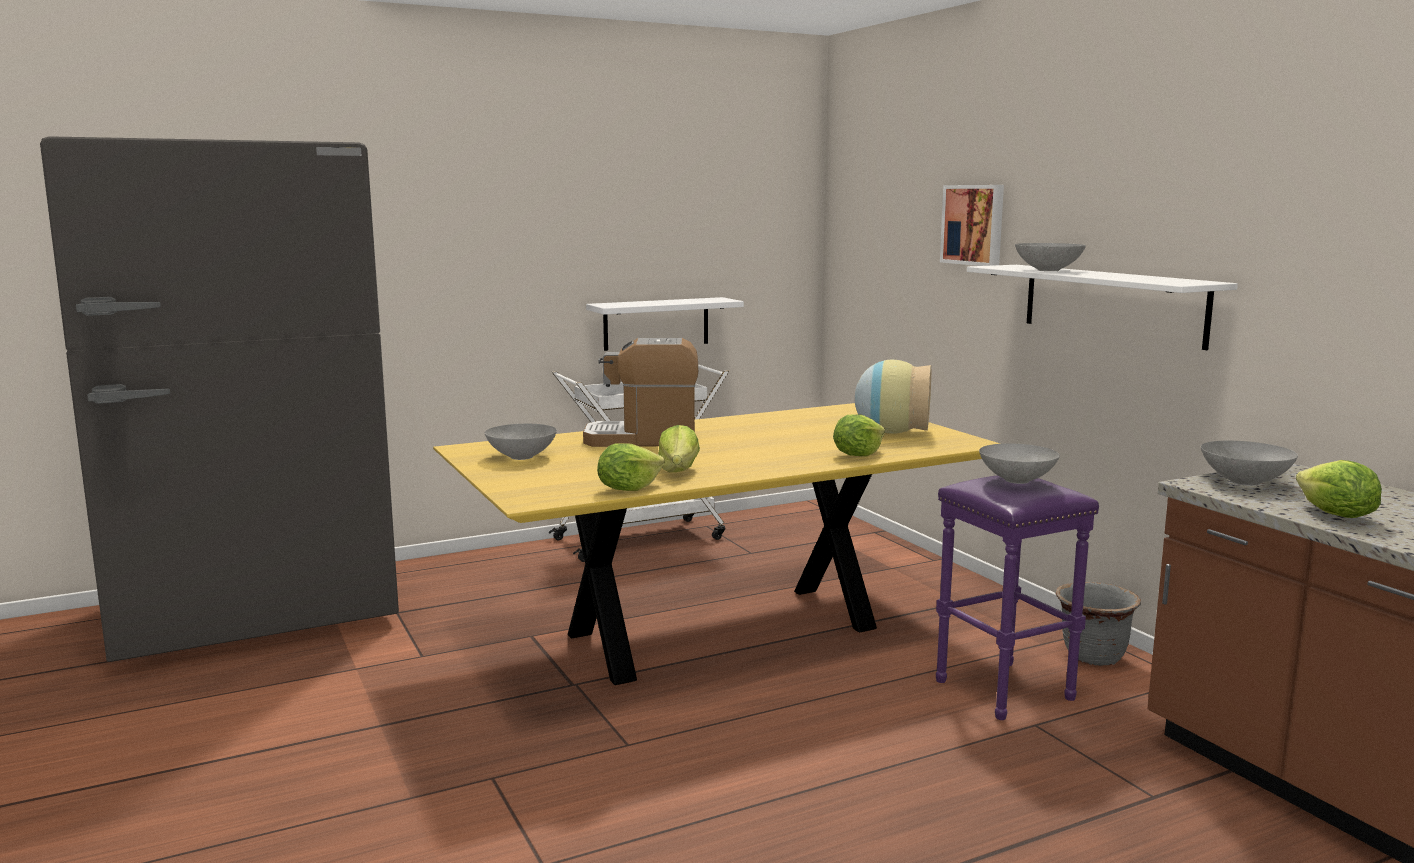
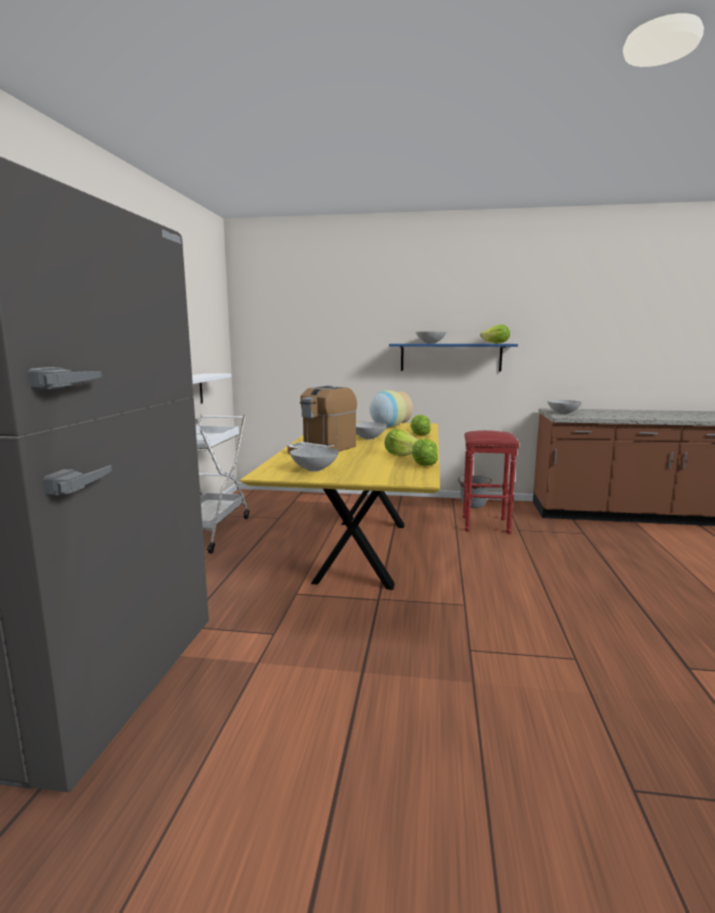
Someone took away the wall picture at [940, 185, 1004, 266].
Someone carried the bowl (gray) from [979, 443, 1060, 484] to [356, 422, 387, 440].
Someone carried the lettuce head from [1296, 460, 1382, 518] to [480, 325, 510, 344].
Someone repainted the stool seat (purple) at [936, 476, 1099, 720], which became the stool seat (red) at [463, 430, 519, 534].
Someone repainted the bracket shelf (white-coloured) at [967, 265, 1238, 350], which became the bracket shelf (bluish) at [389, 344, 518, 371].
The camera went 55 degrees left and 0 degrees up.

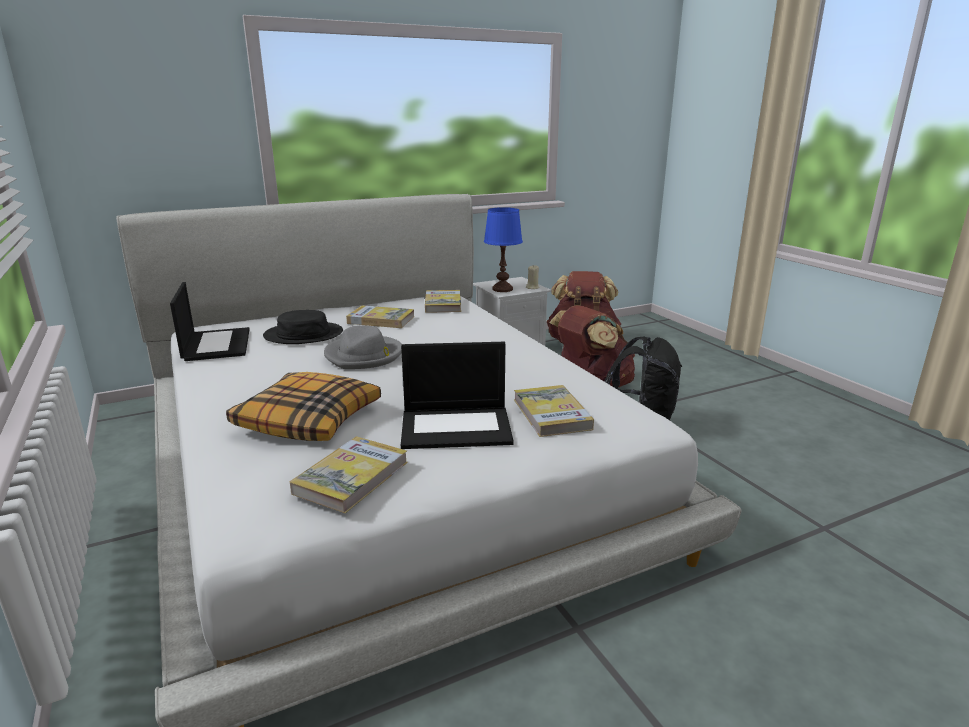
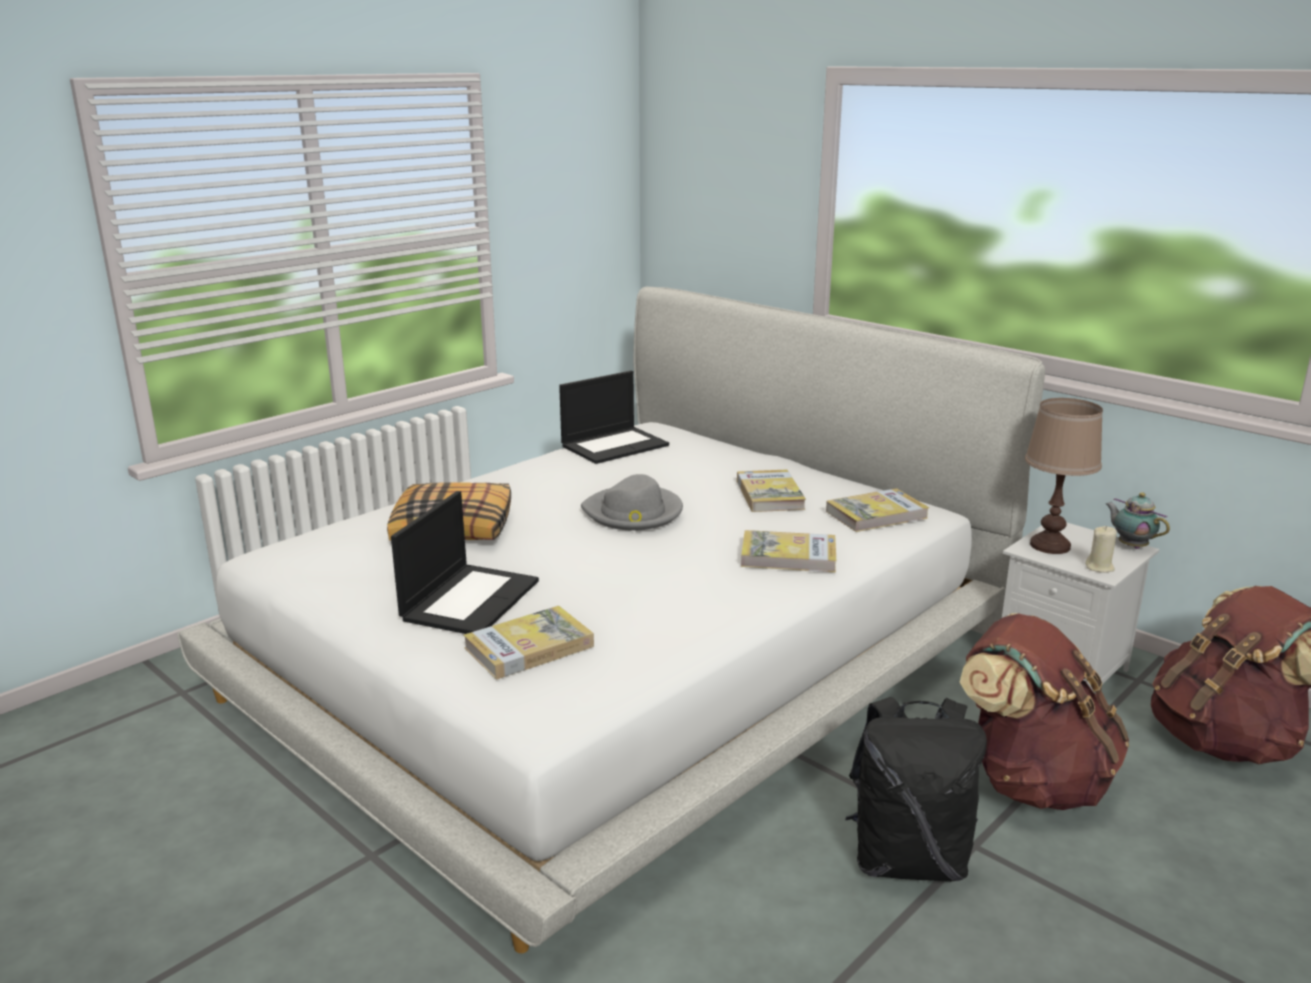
Someone took away the clothing hat (black) at [263, 310, 343, 344].
Someone put down the pot for tea at [1106, 492, 1170, 549].
Someone carried the bound book from [290, 437, 408, 513] to [741, 530, 836, 572].
Someone repainted the lamp for a table (bluish) at [484, 207, 523, 292], which became the lamp for a table (brownish) at [1025, 398, 1103, 554].
Someone rotated the notebook computer at [401, 342, 514, 449] by 135 degrees counterclockwise.
The camera went 70 degrees right and 0 degrees up.

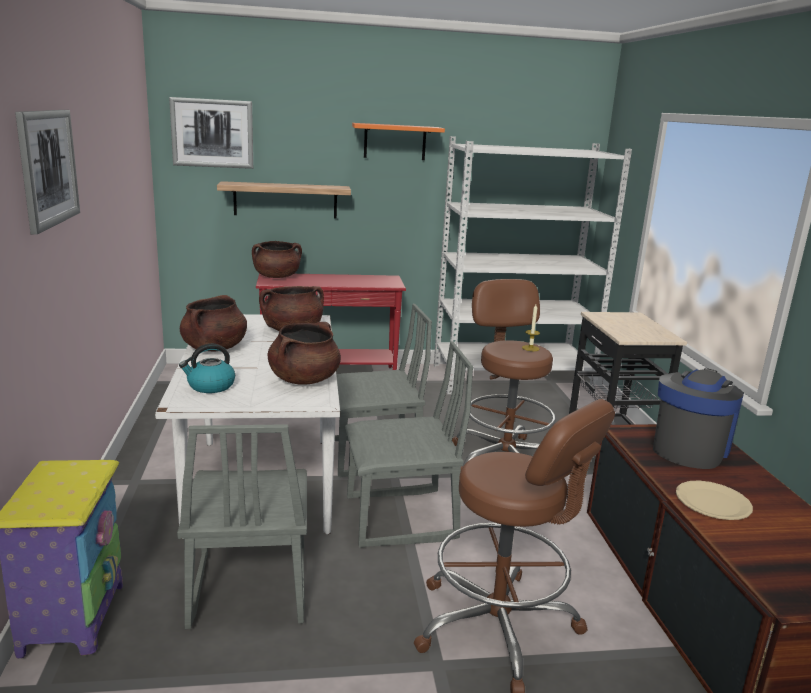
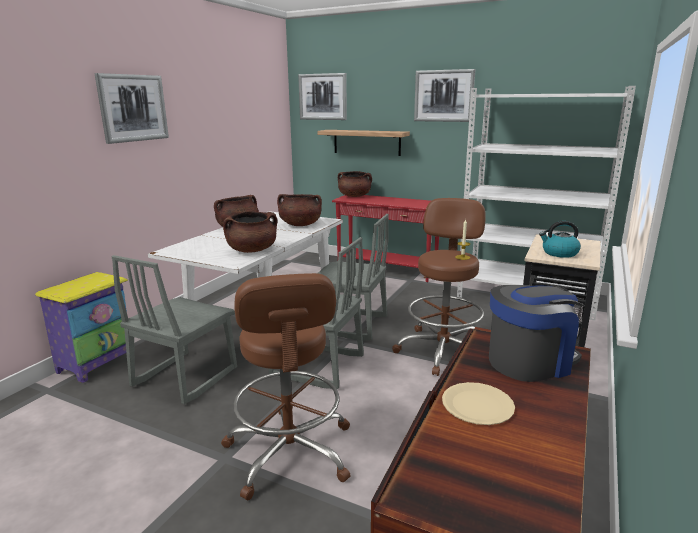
Someone carried the kettle from [179, 344, 235, 393] to [539, 221, 581, 258].
Someone swapped the bracket shelf (orange-coloured) at [352, 123, 445, 160] for the wall picture at [414, 69, 475, 122].
The camera went 35 degrees right and 0 degrees up.

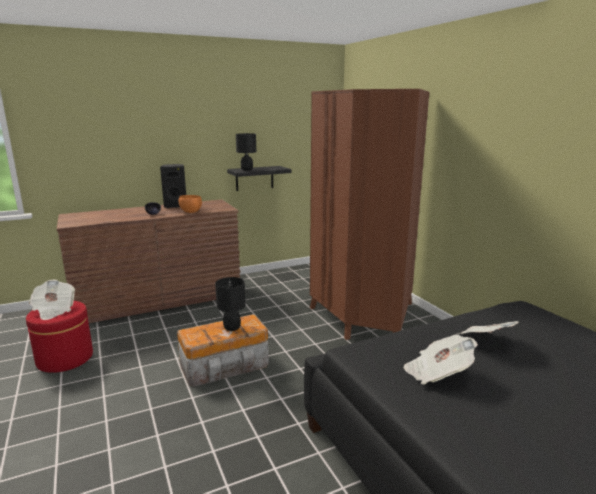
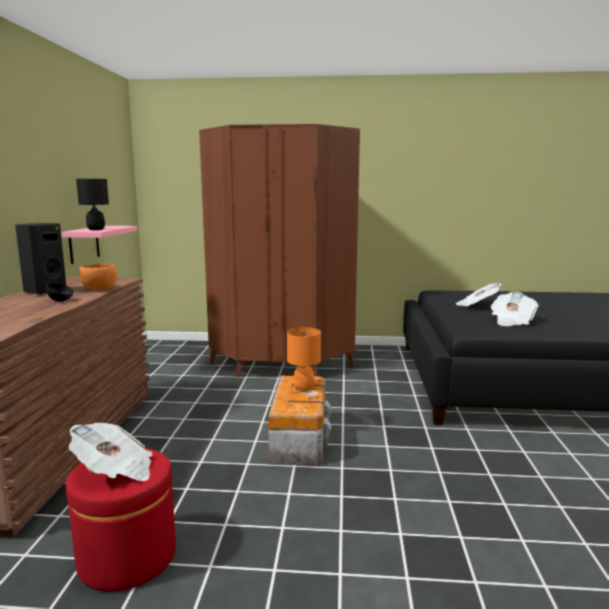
Someone repainted the lamp for a table (black) at [215, 277, 245, 331], which became the lamp for a table (orange-coloured) at [287, 327, 321, 391].
Someone repainted the bracket shelf (black) at [227, 166, 291, 191], which became the bracket shelf (pinkish) at [61, 226, 137, 264].
The camera went 60 degrees left and 5 degrees down.

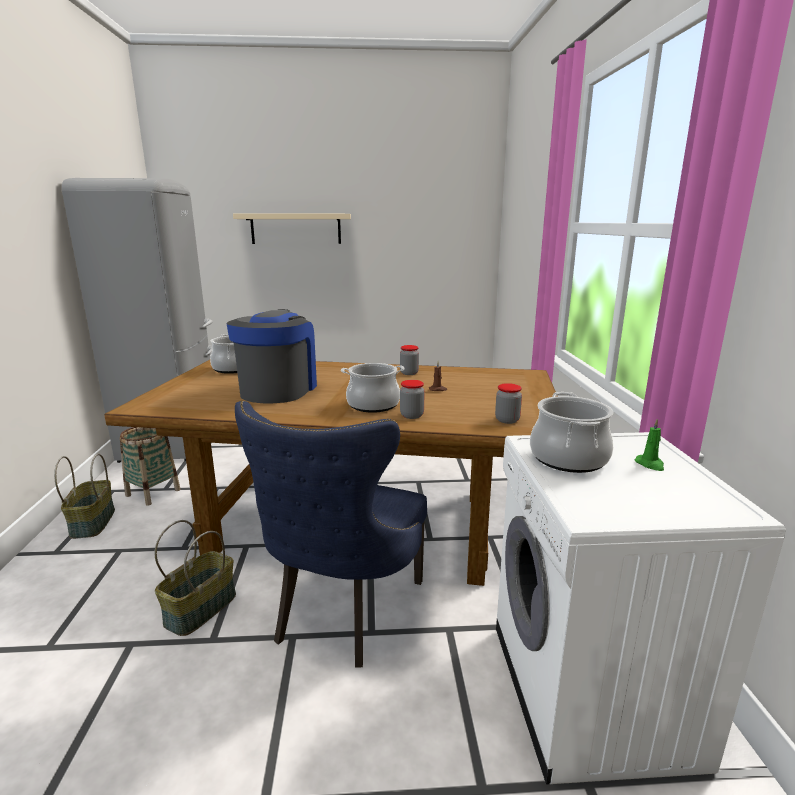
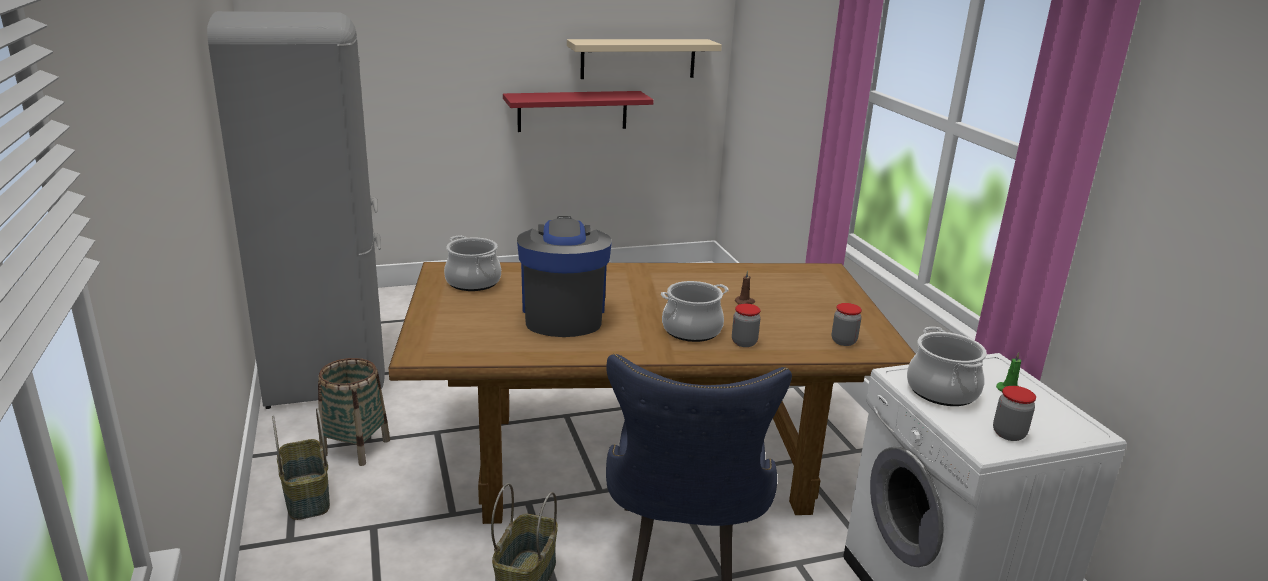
Someone put up the bracket shelf (red) at [503, 91, 654, 132].
Someone carried the bracket shelf (beige-coloured) from [233, 214, 351, 244] to [567, 39, 722, 79].
Someone carried the storage jar from [400, 345, 419, 375] to [993, 386, 1036, 441].
The camera went 15 degrees left and 5 degrees up.

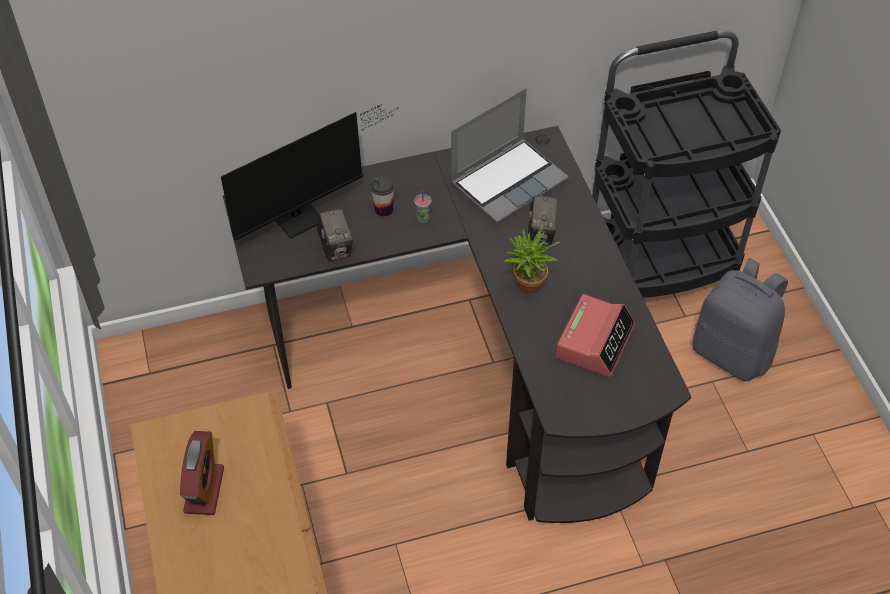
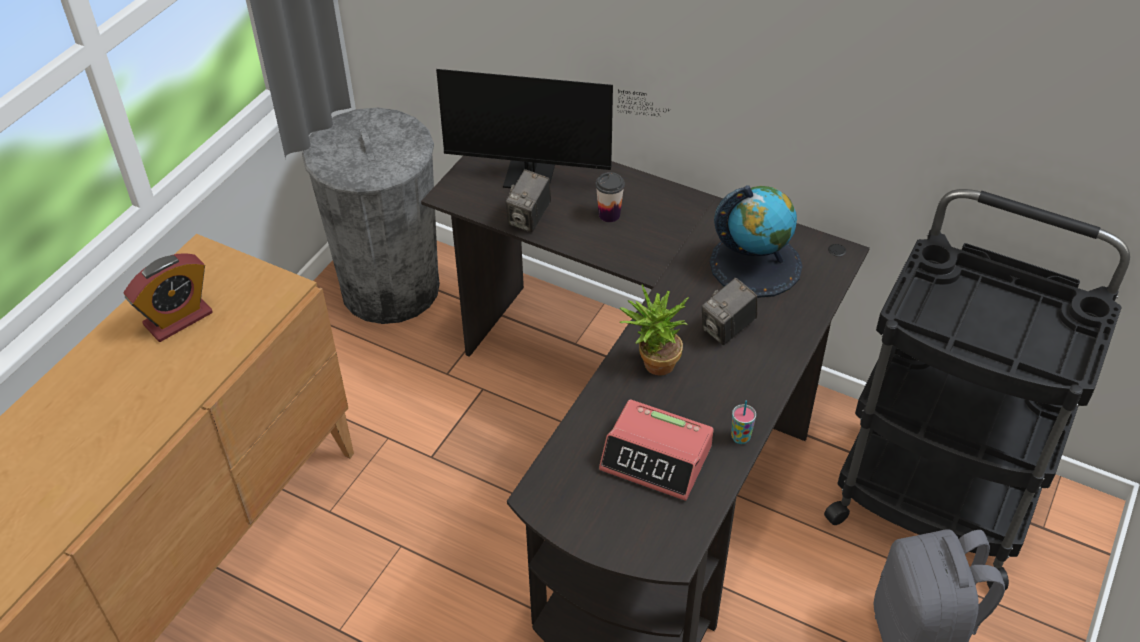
Someone put down the rubbish bin (gray) at [302, 108, 440, 324].
Someone carried the cup from [414, 190, 431, 223] to [731, 401, 756, 444].
Someone swapped the notebook computer at [450, 87, 569, 224] for the world globe at [710, 185, 803, 298].
Someone rotated the table clock at [556, 294, 635, 377] by 45 degrees clockwise.
The camera went 45 degrees right and 5 degrees down.

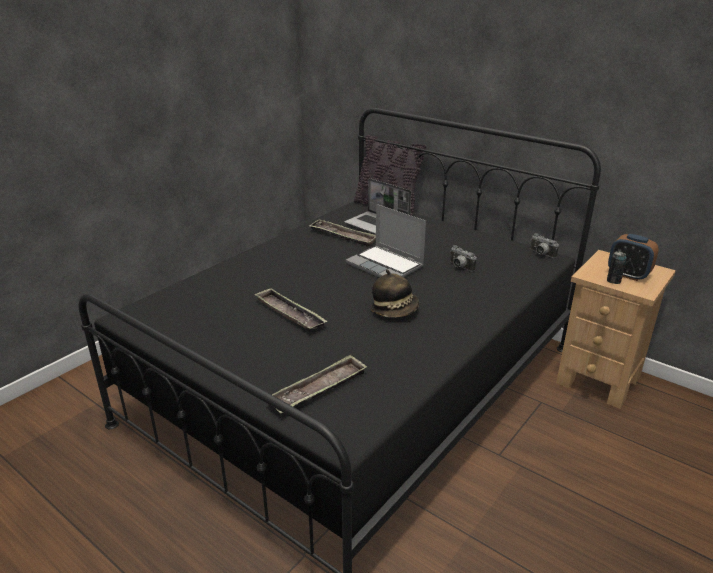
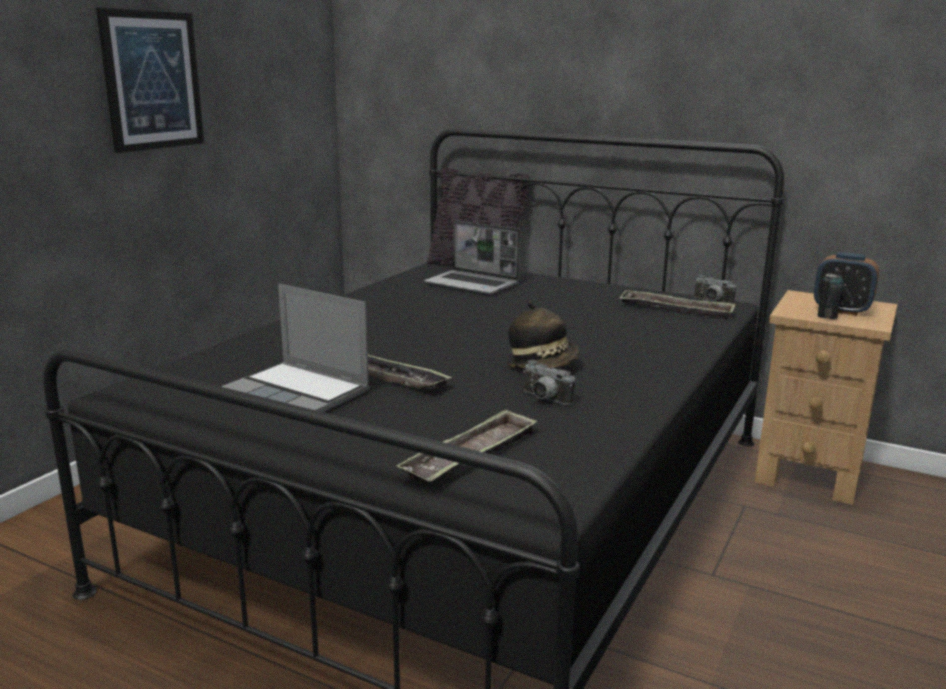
Someone put up the wall picture at [96, 8, 204, 153].
Someone carried the serving tray from [309, 219, 376, 247] to [619, 290, 736, 320].
Someone carried the notebook computer from [345, 204, 426, 278] to [221, 284, 370, 412].
Someone carried the still camera from [450, 245, 477, 272] to [523, 360, 575, 405].
The camera went 10 degrees left and 10 degrees down.

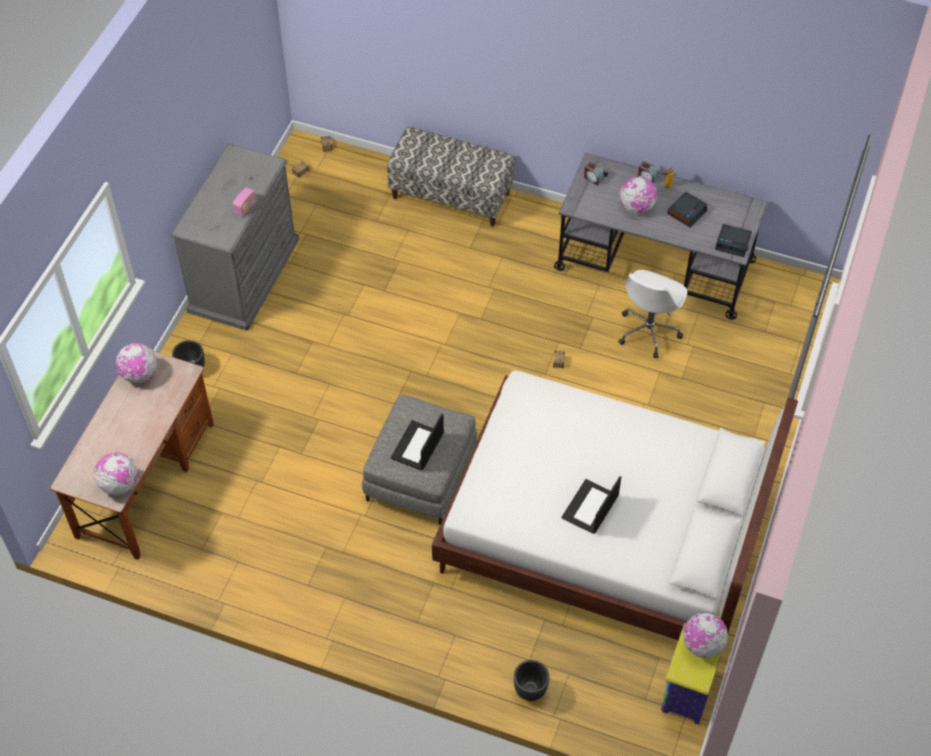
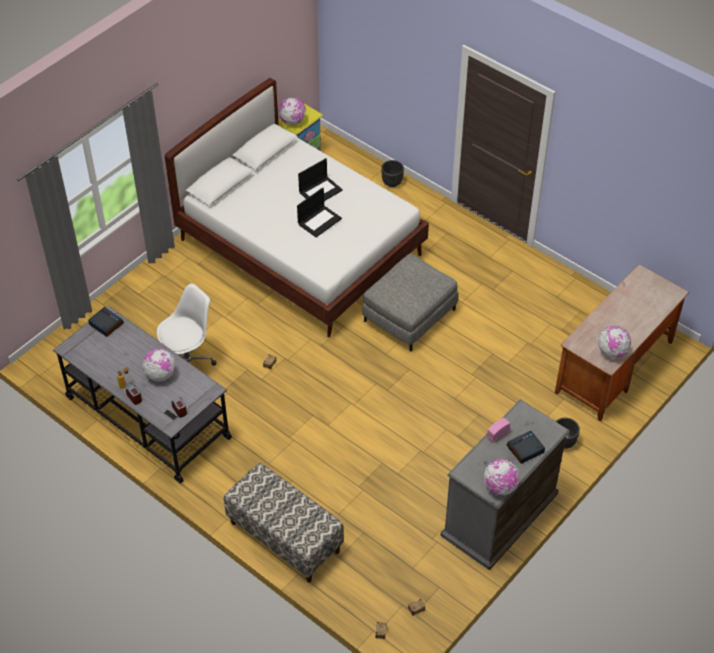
Someone carried the world globe from [94, 453, 138, 495] to [483, 459, 520, 495].
Someone carried the notebook computer from [391, 413, 444, 470] to [297, 187, 342, 237].
Someone carried the table clock from [667, 192, 707, 227] to [506, 431, 545, 464].
The camera went 160 degrees left and 5 degrees down.

